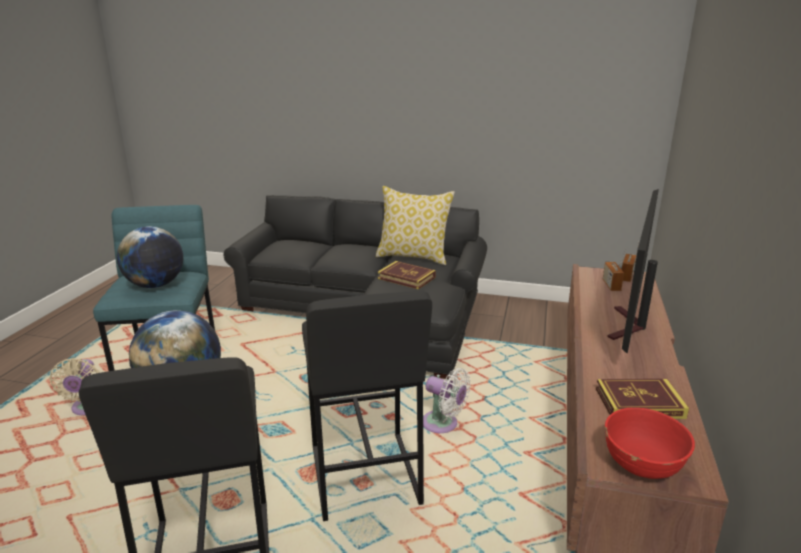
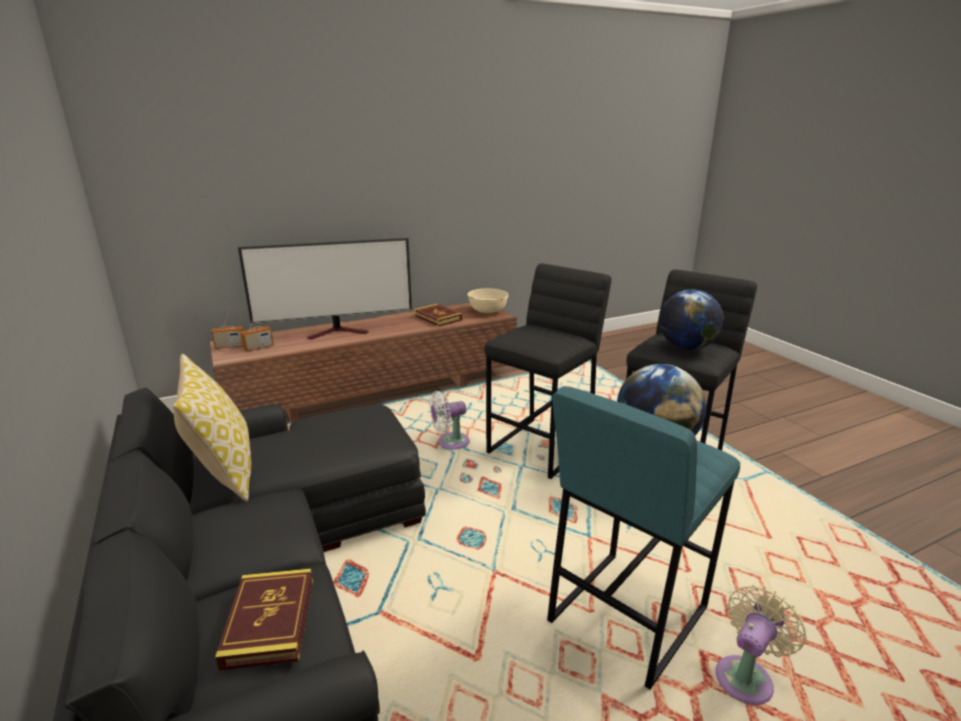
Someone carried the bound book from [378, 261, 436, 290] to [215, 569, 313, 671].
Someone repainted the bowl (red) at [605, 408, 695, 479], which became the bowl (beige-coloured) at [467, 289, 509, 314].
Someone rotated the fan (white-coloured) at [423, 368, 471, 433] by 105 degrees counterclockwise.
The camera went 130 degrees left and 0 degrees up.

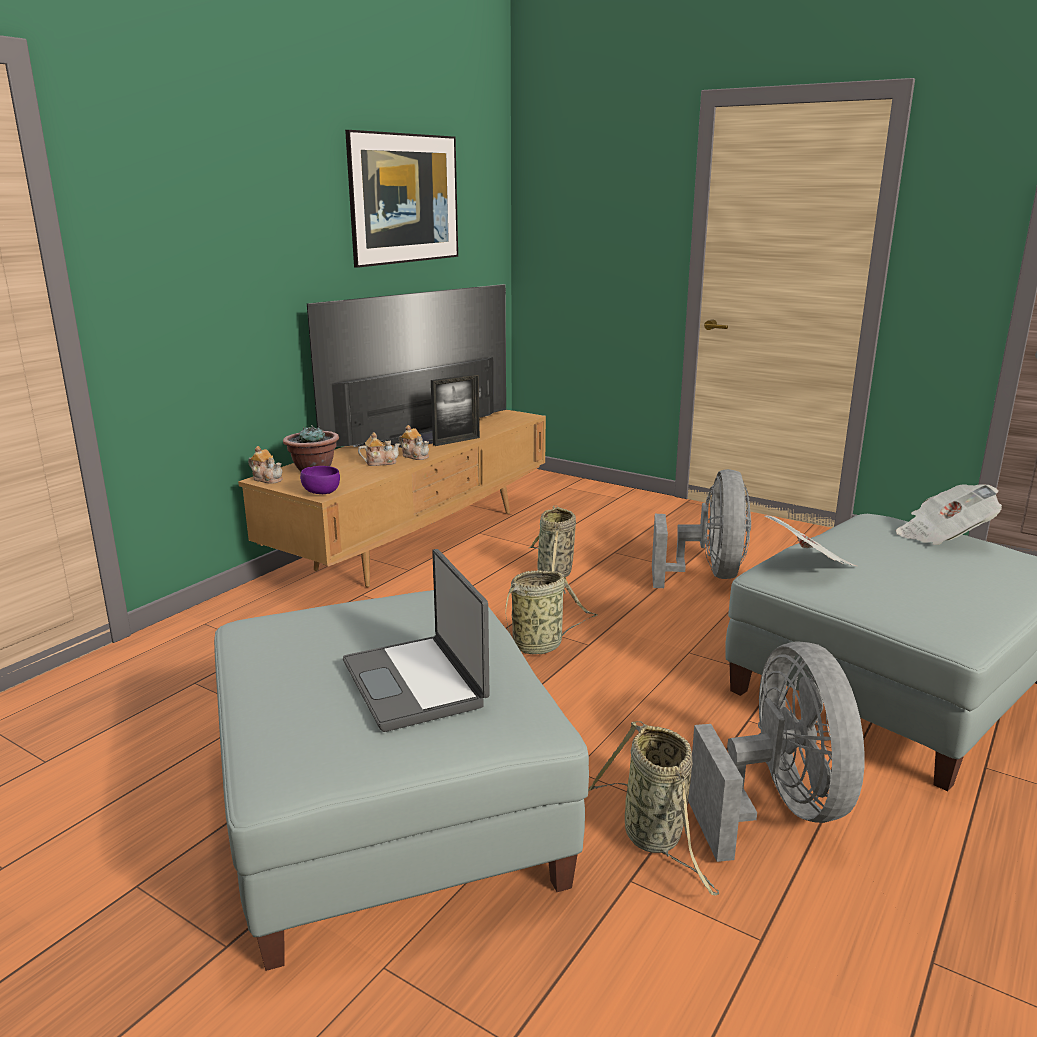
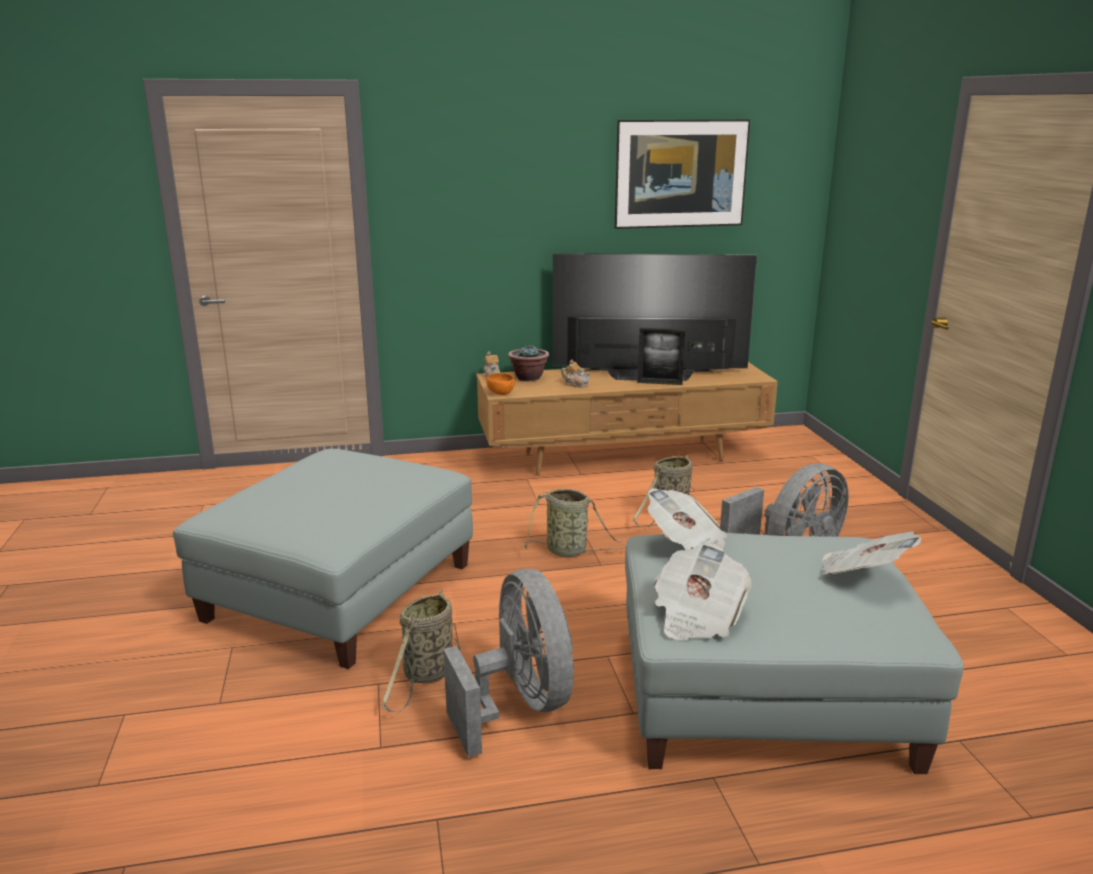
Someone took away the notebook computer at [343, 549, 490, 732].
Someone took away the pot for tea at [399, 425, 429, 460].
Someone put down the printed paper at [654, 544, 752, 640].
Someone repainted the bowl (purple) at [300, 466, 340, 494], which became the bowl (orange-coloured) at [486, 373, 515, 395].
Someone rotated the fan (gray) at [688, 641, 865, 862] by 60 degrees counterclockwise.
The camera went 45 degrees right and 0 degrees up.

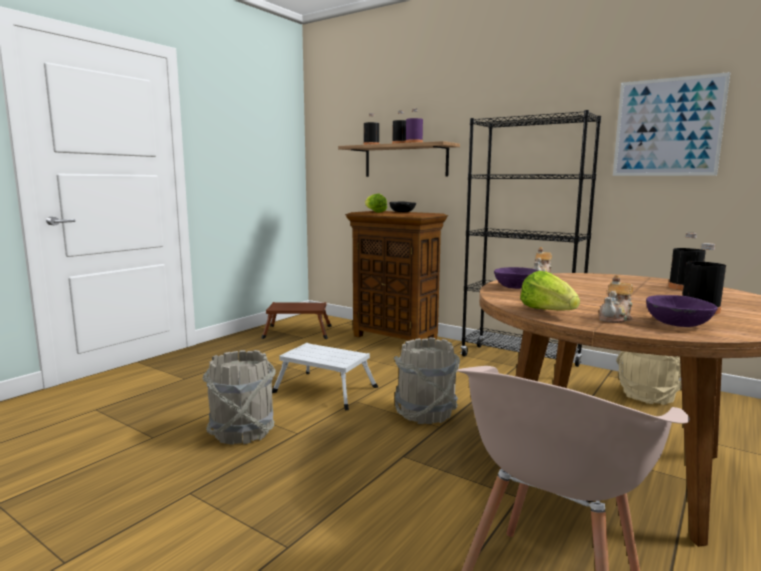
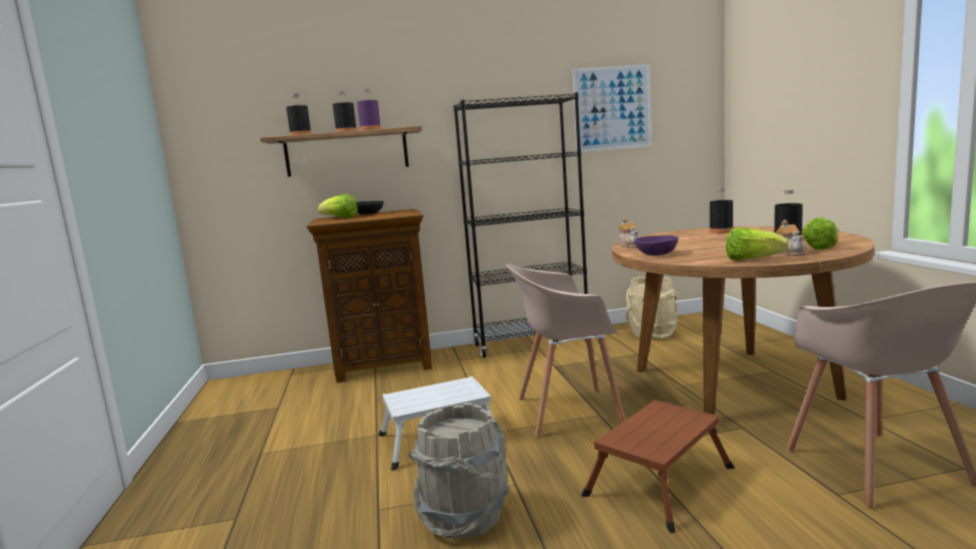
Someone carried the step ladder (brownish) from [261, 302, 332, 339] to [581, 400, 735, 533].
Someone swapped the water bucket (gray) at [394, 337, 460, 424] for the plain chair (beige-coloured) at [506, 264, 625, 437].
Someone swapped the bowl (purple) at [646, 295, 718, 327] for the lettuce head at [802, 217, 838, 250].
The camera went 45 degrees left and 0 degrees up.

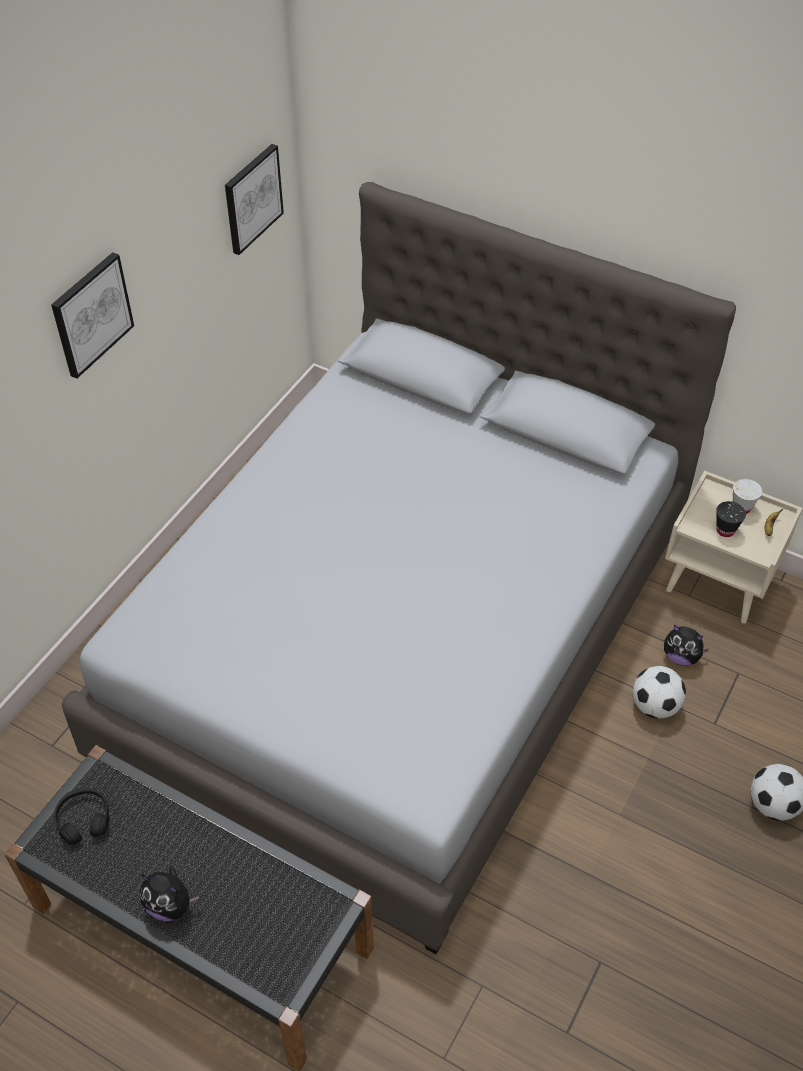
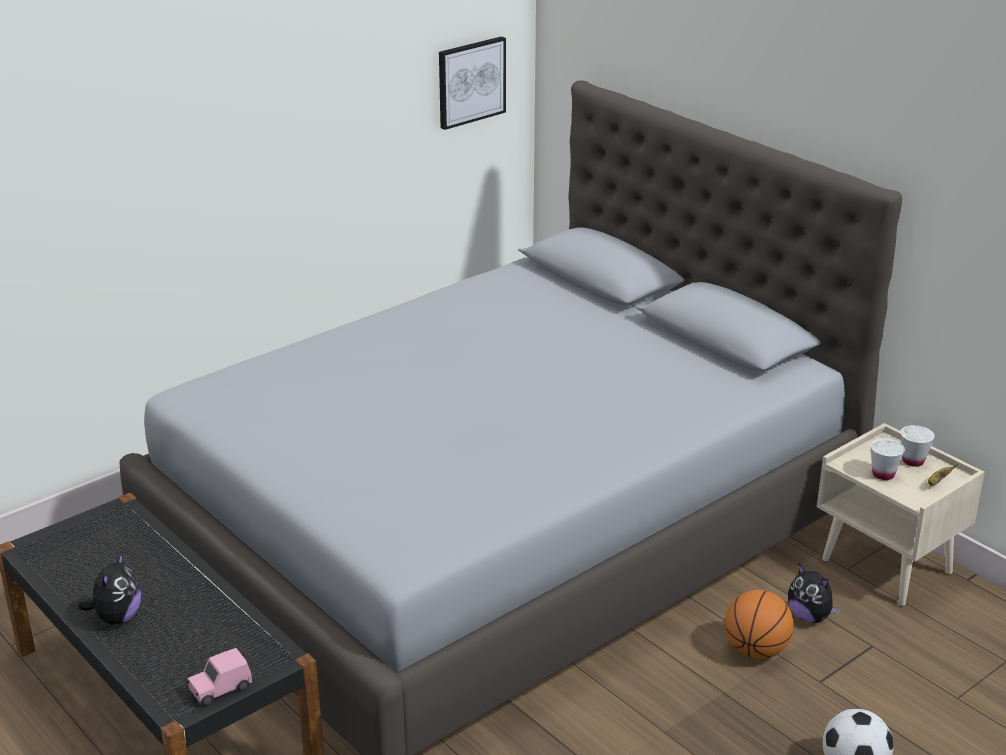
Someone took away the wall picture at [51, 252, 134, 379].
Someone took away the headset (black) at [54, 788, 109, 845].
Someone put down the miniature car (pinkish) at [186, 648, 252, 706].
Someone swapped the ball for football at [632, 666, 686, 719] for the ball for basketball at [724, 590, 794, 659].
Someone repainted the cup (black) at [716, 501, 746, 537], which became the cup (white-coloured) at [870, 438, 905, 480].
Someone rotated the plush toy at [140, 866, 199, 921] by 120 degrees counterclockwise.
The camera went 20 degrees right and 20 degrees down.

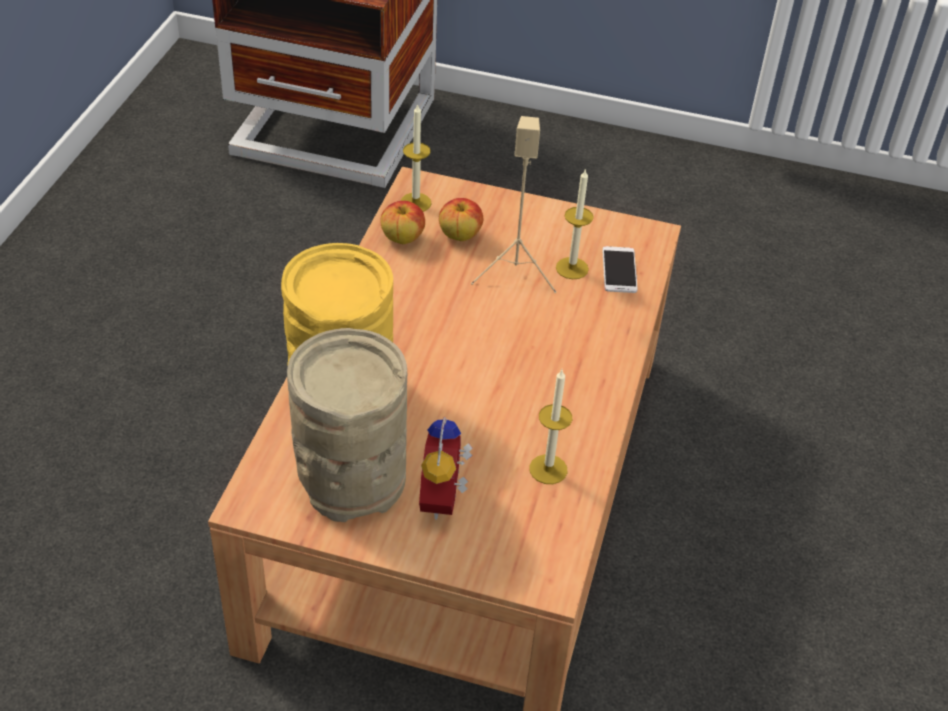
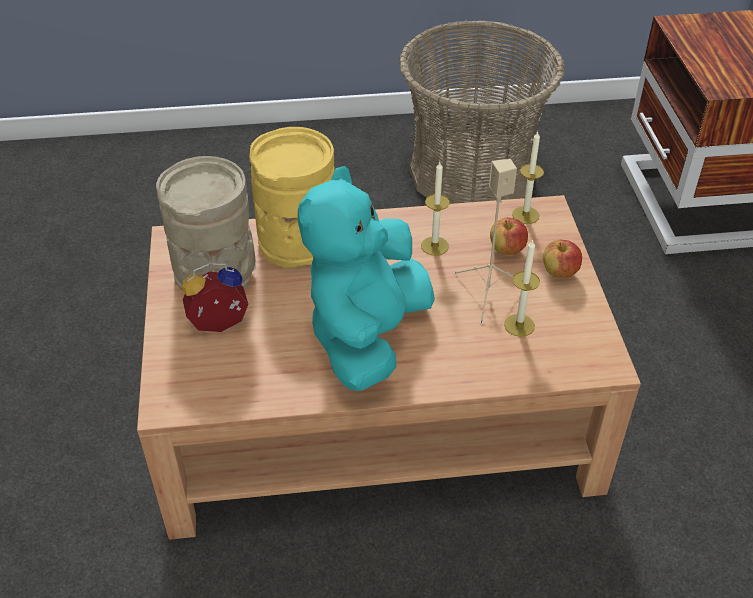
Someone took away the telephone at [602, 246, 638, 293].
Someone put down the plush toy (turquoise) at [298, 166, 435, 391].
Someone put down the basket at [399, 20, 565, 204].
Someone carried the whole apple from [381, 201, 425, 244] to [543, 240, 582, 278].
Someone carried the wax candle from [529, 370, 572, 484] to [421, 162, 450, 256].
The camera went 70 degrees right and 0 degrees up.

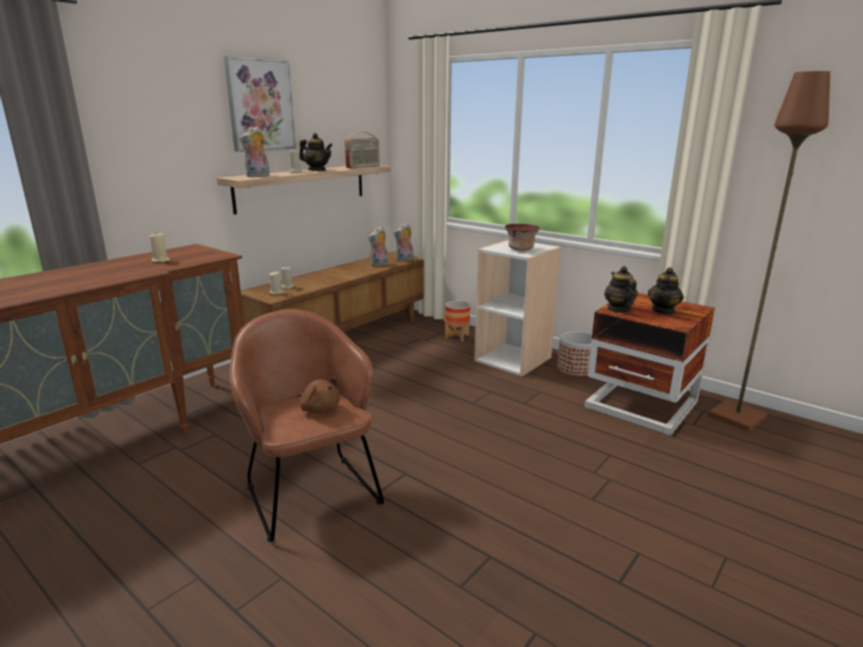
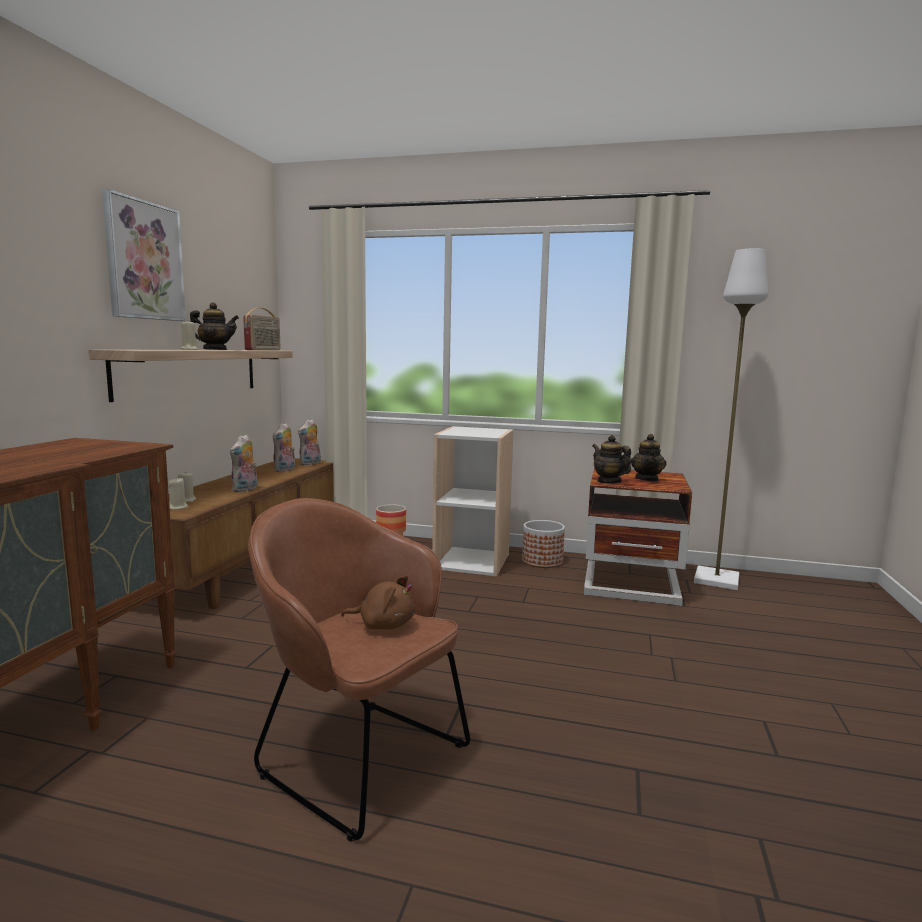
Someone took away the wax candle (beige-coloured) at [150, 232, 170, 262].
Someone took away the bowl at [505, 224, 540, 251].
Someone carried the plush toy from [239, 127, 270, 177] to [230, 434, 258, 492].
Someone repainted the floor lamp (brownish) at [708, 71, 830, 432], which became the floor lamp (white-coloured) at [694, 248, 768, 590].
The camera went 25 degrees left and 10 degrees down.

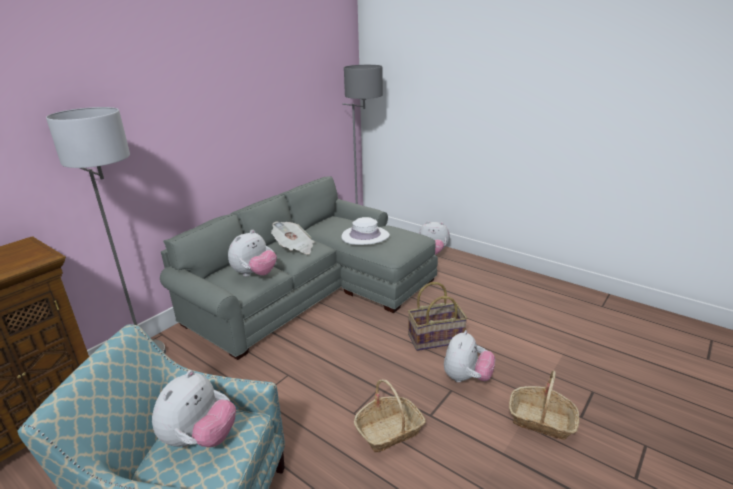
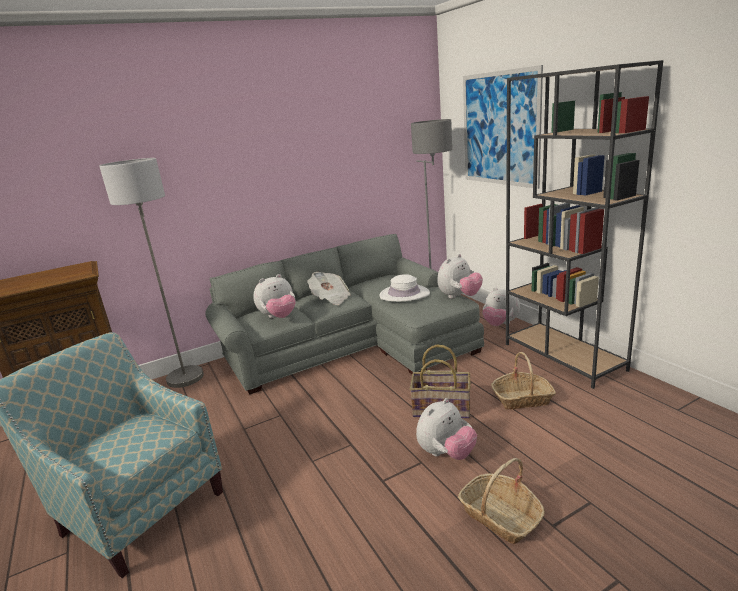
Someone put up the wall picture at [463, 65, 543, 189].
Someone put down the bookshelf at [506, 60, 663, 389].
Someone carried the plush toy from [152, 370, 236, 447] to [437, 254, 483, 299].
Someone carried the basket from [354, 379, 426, 453] to [491, 352, 556, 410].
The camera went 25 degrees right and 5 degrees down.

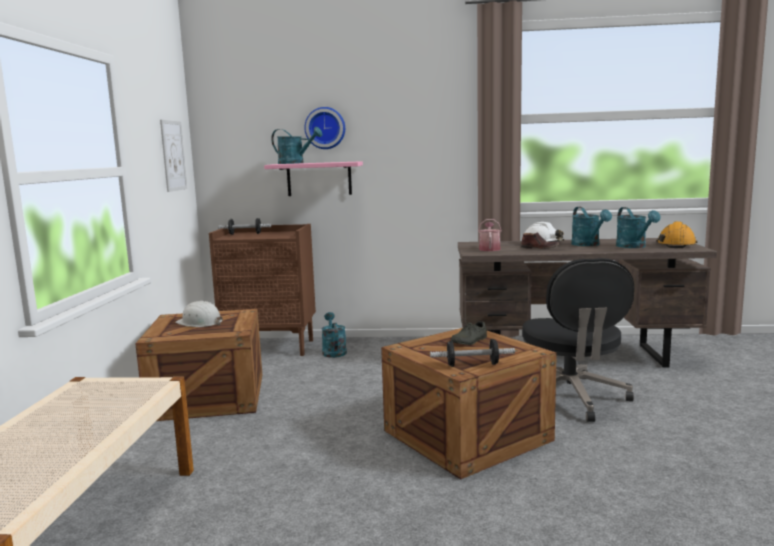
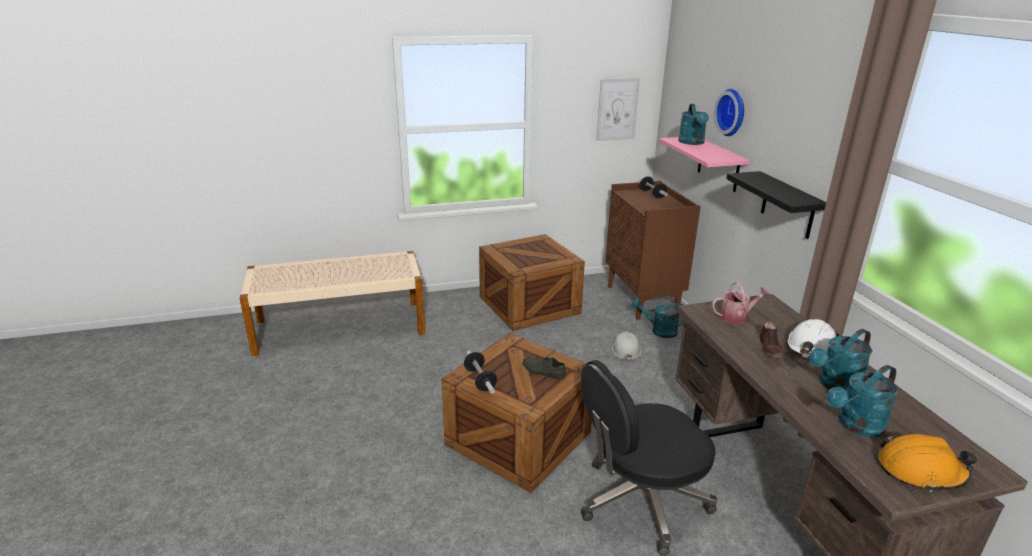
Someone put up the bracket shelf (black) at [726, 171, 826, 239].
Someone carried the hard hat (white-coloured) from [175, 301, 223, 327] to [612, 331, 641, 361].
Someone rotated the sprinkling can (turquoise) at [321, 312, 347, 358] by 135 degrees counterclockwise.
The camera went 70 degrees right and 15 degrees up.

